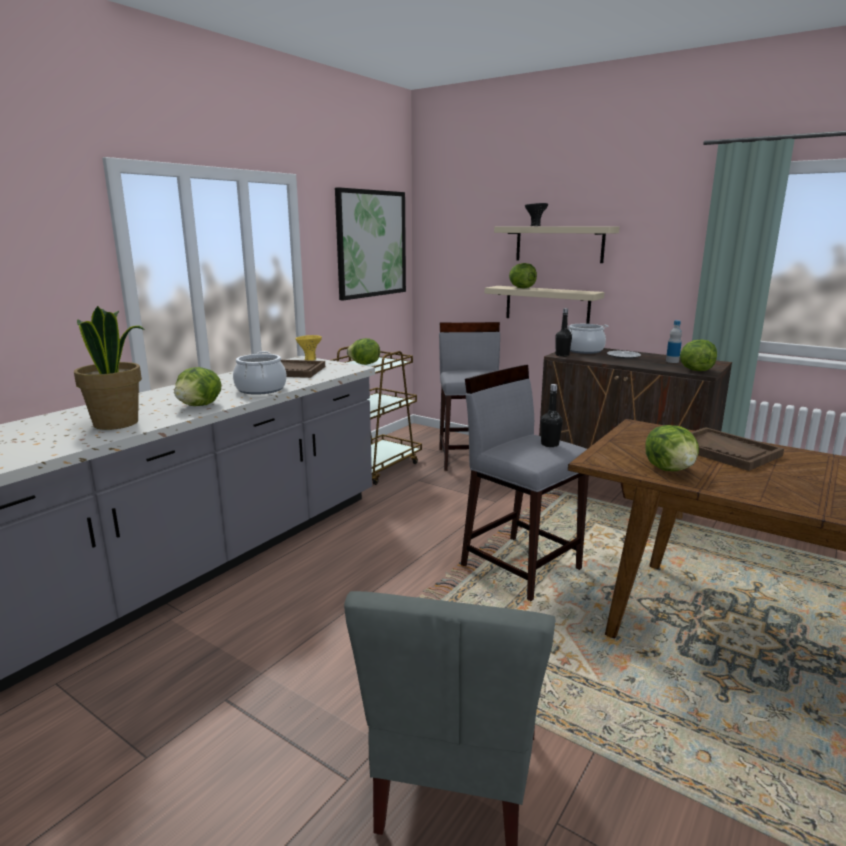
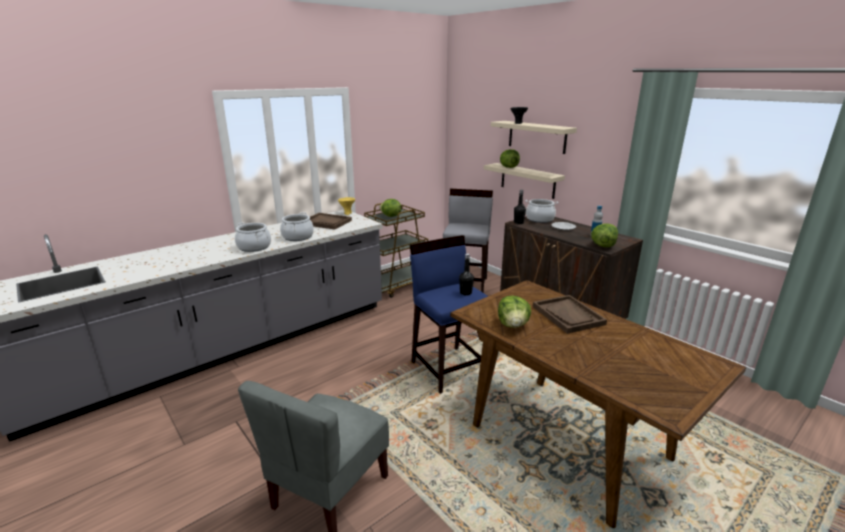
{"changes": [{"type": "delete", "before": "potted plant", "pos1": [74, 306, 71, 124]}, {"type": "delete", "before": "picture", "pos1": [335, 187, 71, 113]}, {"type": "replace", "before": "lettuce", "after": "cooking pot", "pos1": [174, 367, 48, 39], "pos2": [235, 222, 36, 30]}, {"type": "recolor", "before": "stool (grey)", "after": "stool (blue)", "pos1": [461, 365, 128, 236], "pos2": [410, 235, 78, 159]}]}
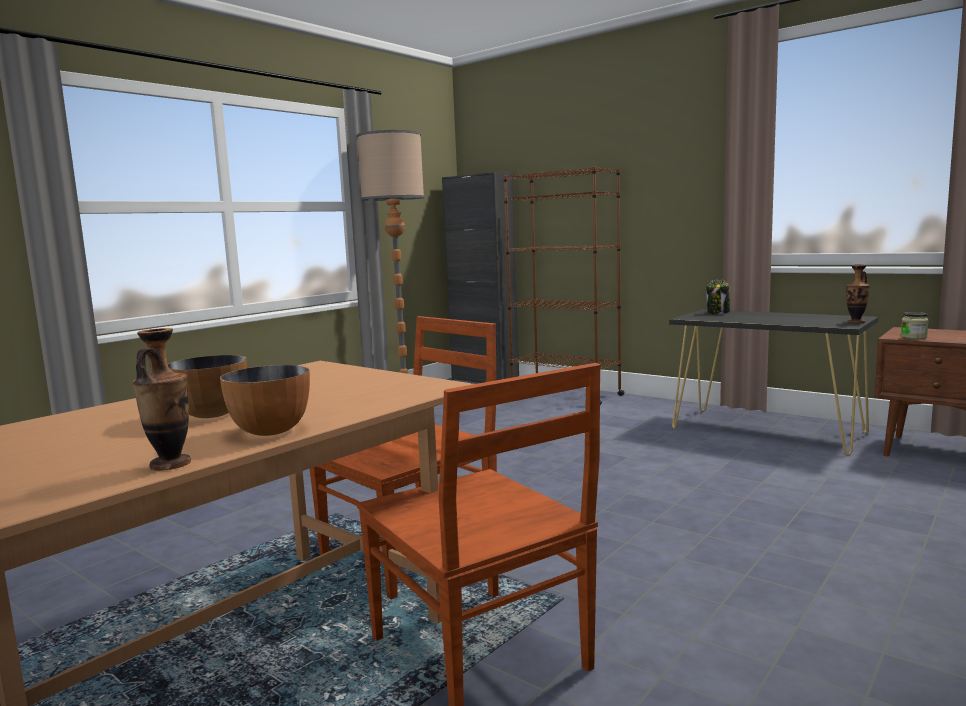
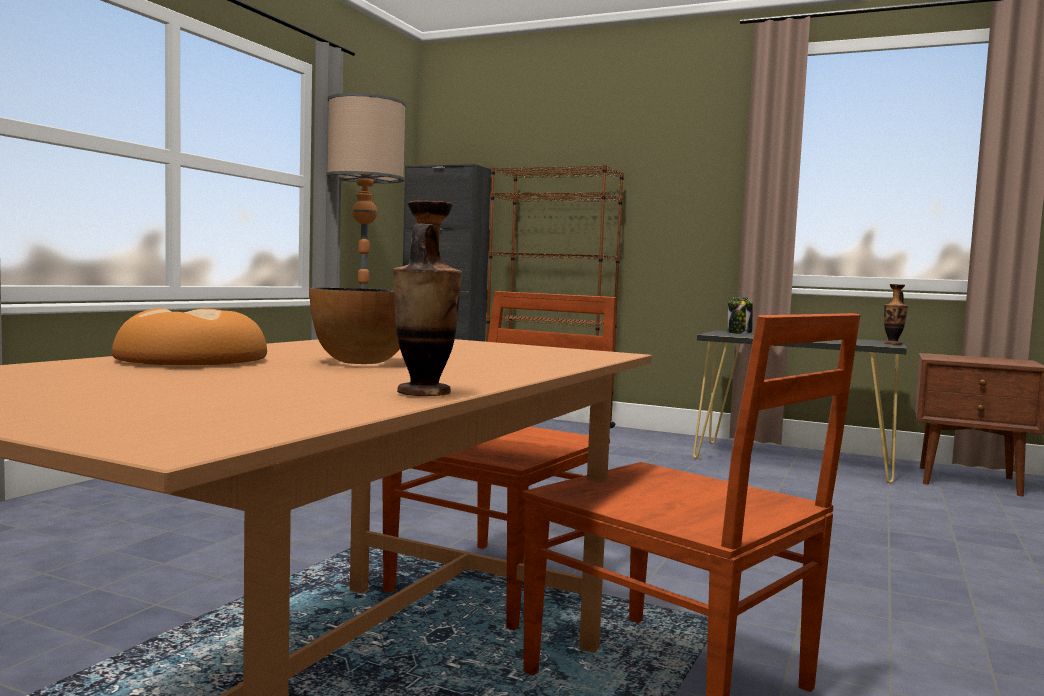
{"changes": [{"type": "delete", "before": "bowl", "pos1": [220, 365, 90, 71]}, {"type": "delete", "before": "jar", "pos1": [901, 312, 28, 27]}, {"type": "insert", "after": "bread", "pos2": [112, 308, 155, 57]}]}
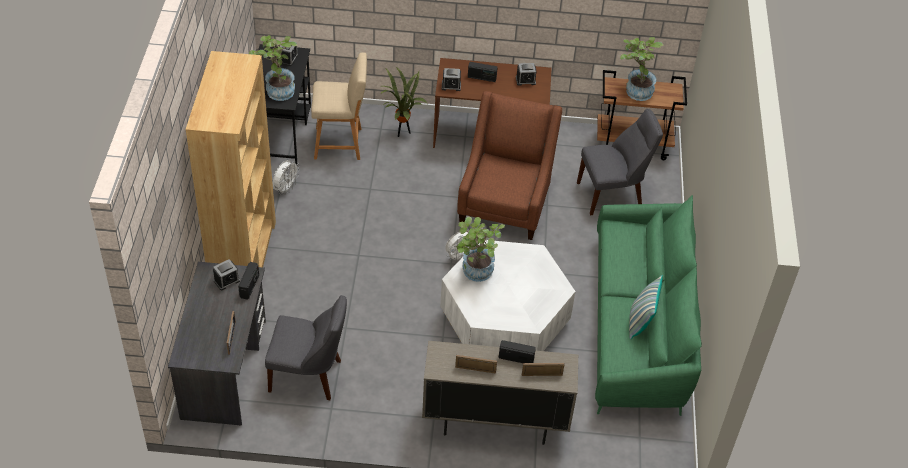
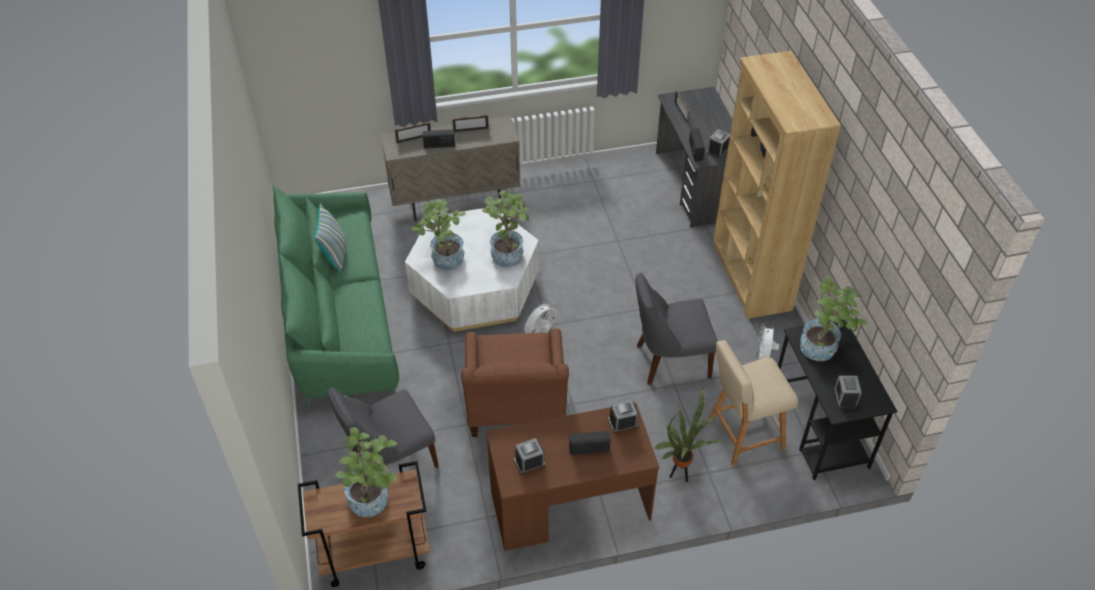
{"changes": [{"type": "insert", "after": "potted plant", "pos2": [411, 199, 55, 71]}, {"type": "move", "before": "chair (grey)", "pos1": [265, 295, 82, 105], "pos2": [636, 273, 82, 112]}]}
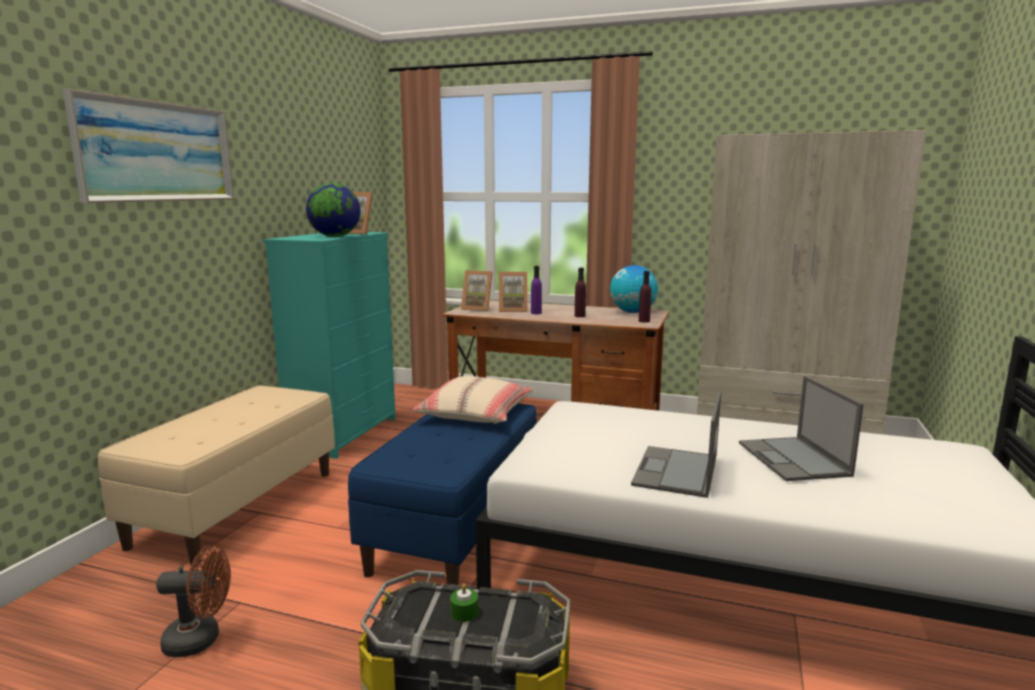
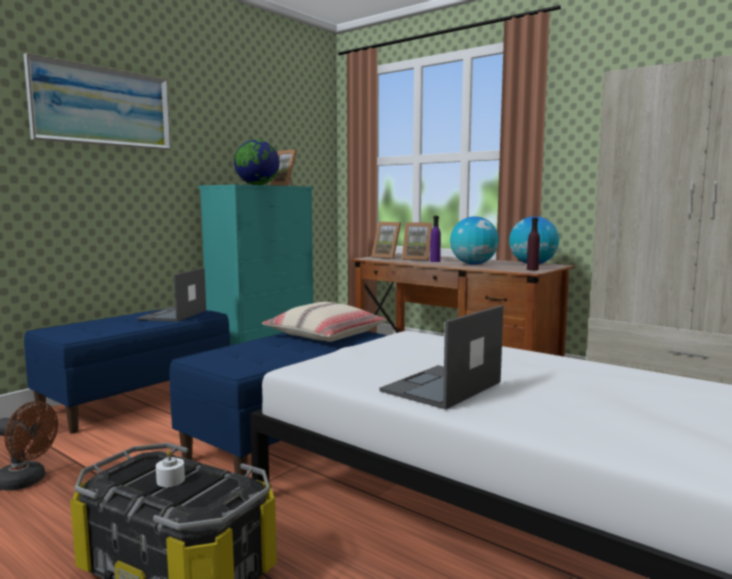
{"changes": [{"type": "move", "before": "laptop", "pos1": [739, 376, 125, 105], "pos2": [137, 268, 69, 54]}, {"type": "replace", "before": "bottle (purple)", "after": "globe", "pos1": [575, 268, 11, 49], "pos2": [450, 216, 49, 49]}, {"type": "recolor", "before": "bench (beige)", "after": "bench (blue)", "pos1": [98, 385, 237, 181], "pos2": [24, 309, 206, 125]}, {"type": "recolor", "before": "candle (green)", "after": "candle (white)", "pos1": [450, 583, 28, 39], "pos2": [156, 450, 29, 37]}]}
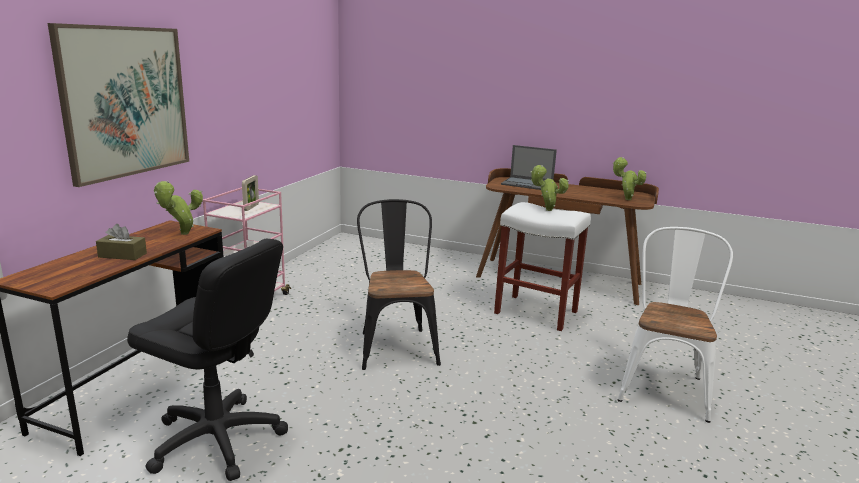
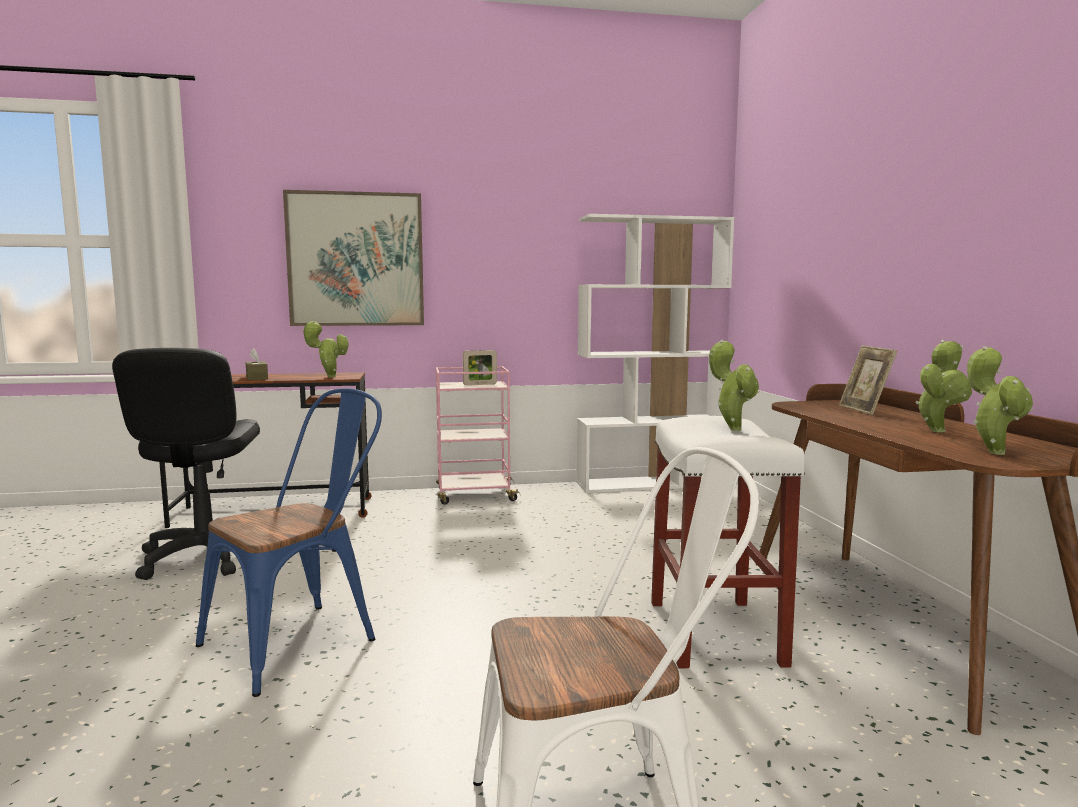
{"changes": [{"type": "delete", "before": "chair (black)", "pos1": [357, 199, 84, 171]}, {"type": "insert", "after": "chair (blue)", "pos2": [196, 388, 186, 309]}, {"type": "insert", "after": "bookcase (white)", "pos2": [577, 214, 157, 279]}, {"type": "insert", "after": "potted plant", "pos2": [916, 340, 56, 93]}, {"type": "replace", "before": "laptop", "after": "picture frame", "pos1": [501, 145, 56, 45], "pos2": [839, 345, 58, 70]}]}
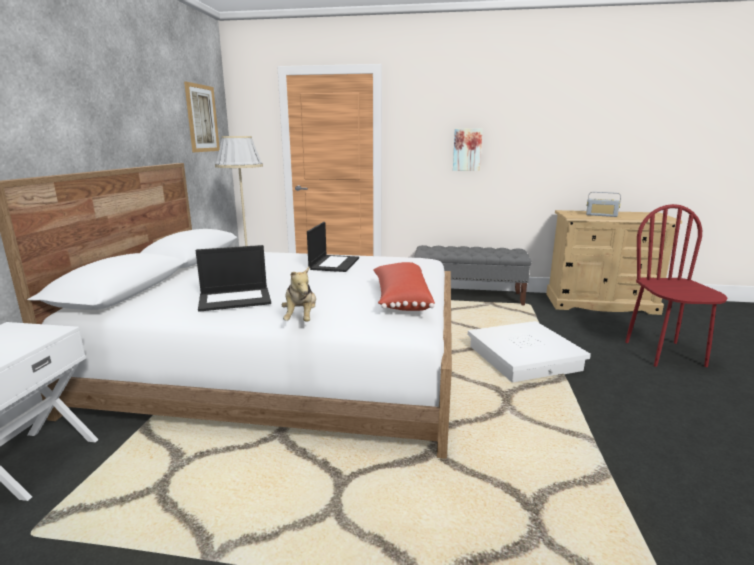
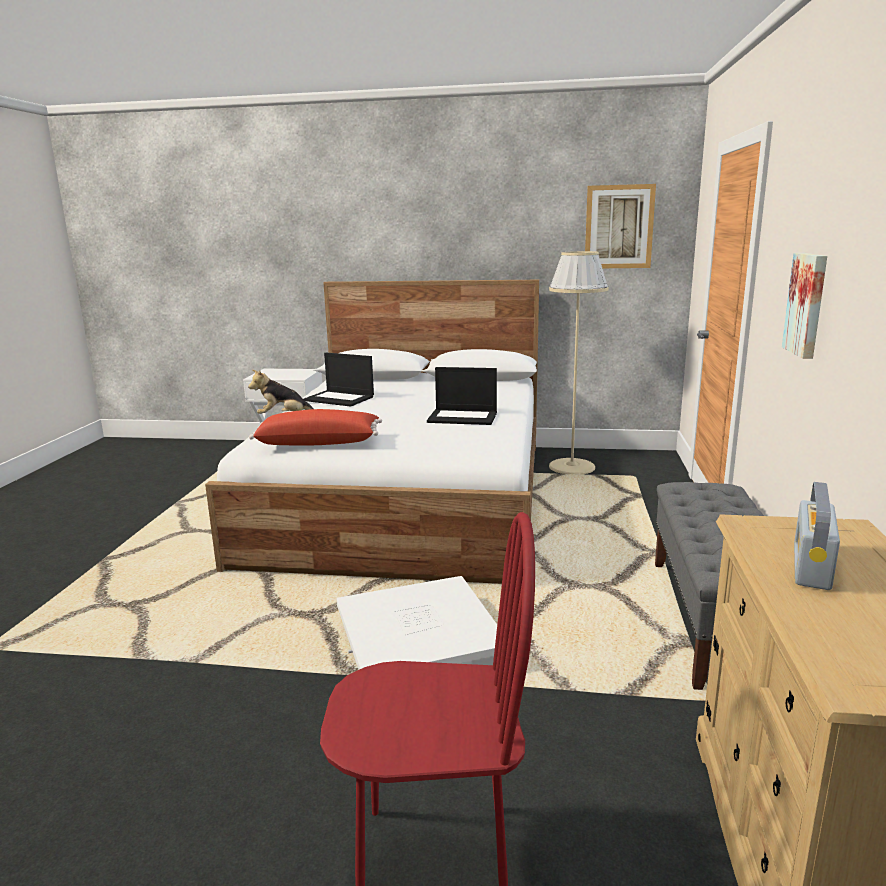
{"changes": [{"type": "rotate", "before": "laptop", "pos1": [196, 245, 75, 67], "pos2": [303, 353, 71, 54], "turn": -45}]}
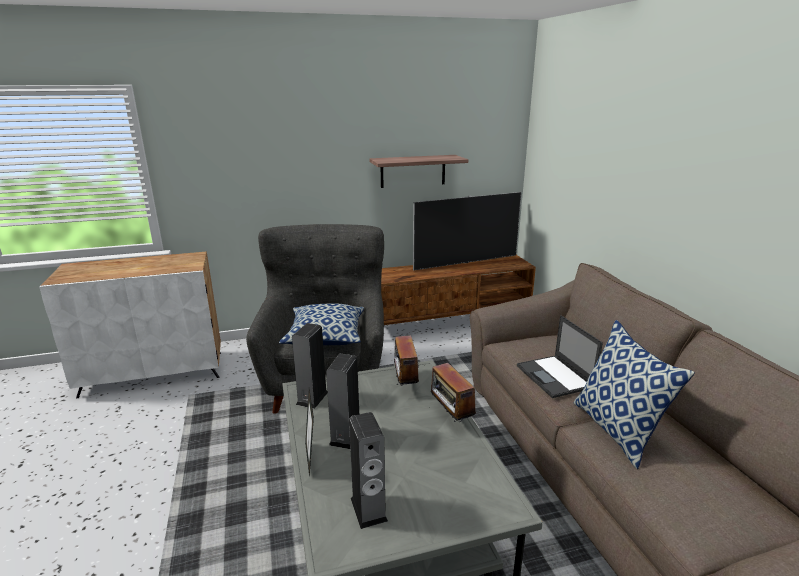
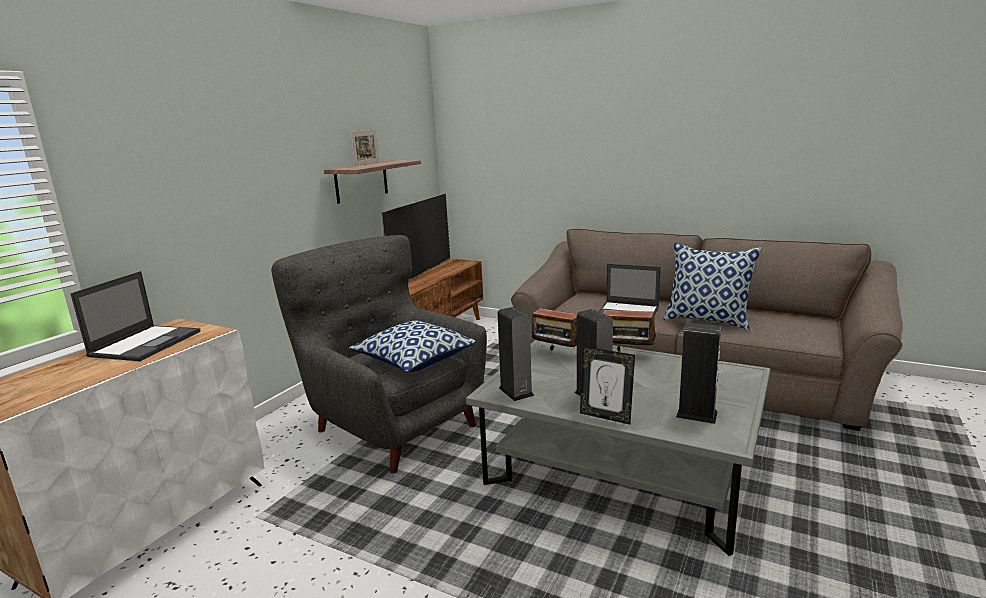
{"changes": [{"type": "insert", "after": "laptop", "pos2": [70, 271, 130, 90]}, {"type": "insert", "after": "picture frame", "pos2": [351, 130, 28, 37]}]}
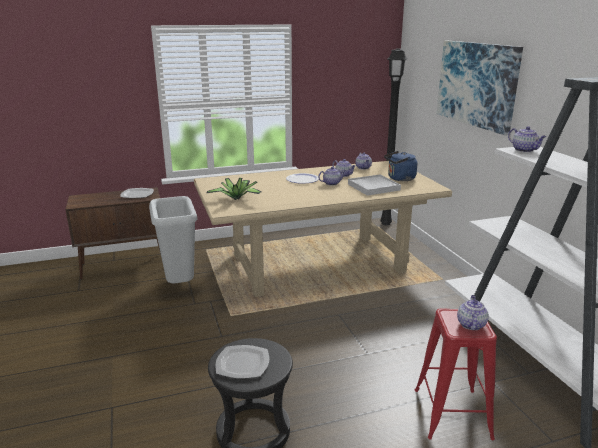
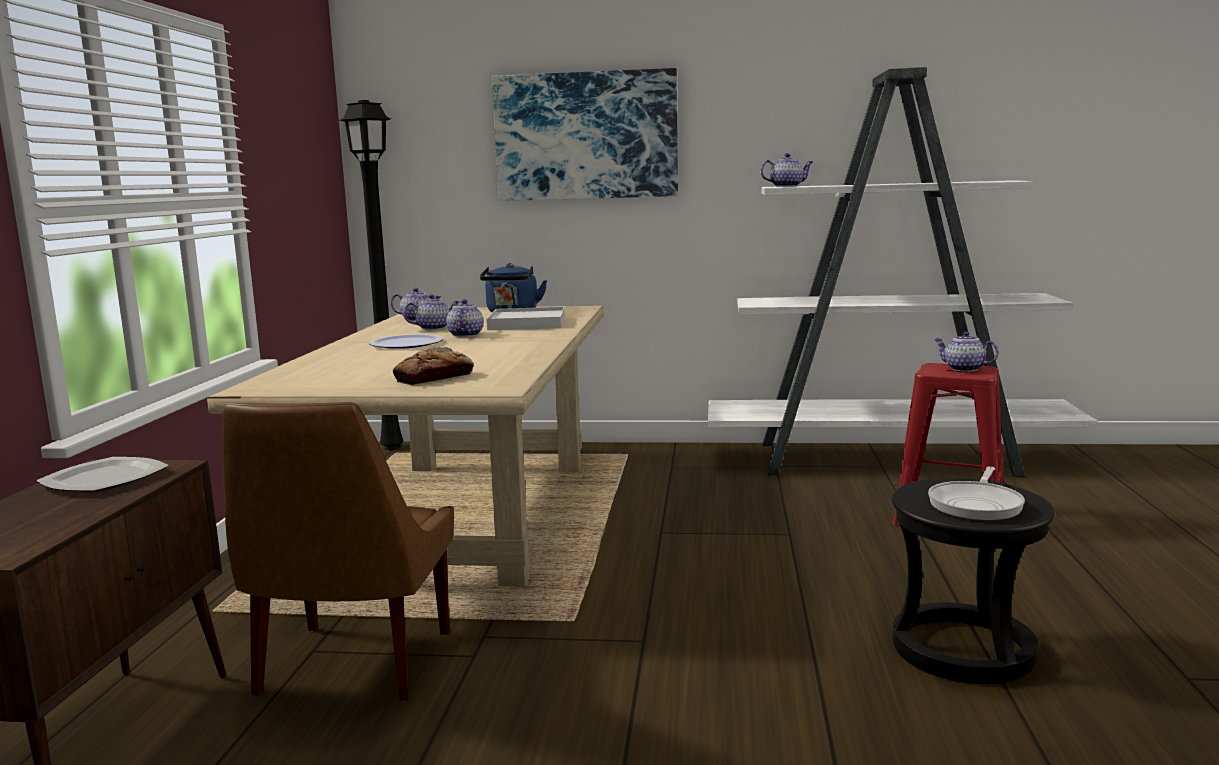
{"changes": [{"type": "replace", "before": "trash can (grey)", "after": "chair (brown)", "pos1": [149, 196, 48, 88], "pos2": [222, 402, 232, 300]}, {"type": "replace", "before": "potted plant", "after": "bread", "pos1": [207, 178, 55, 22], "pos2": [393, 347, 81, 38]}, {"type": "replace", "before": "plate", "after": "frying pan", "pos1": [215, 345, 54, 33], "pos2": [928, 467, 97, 54]}]}
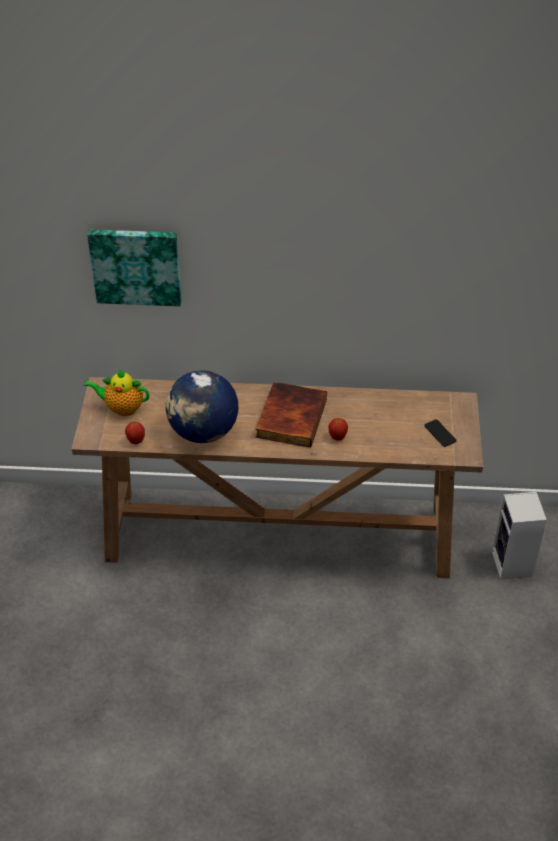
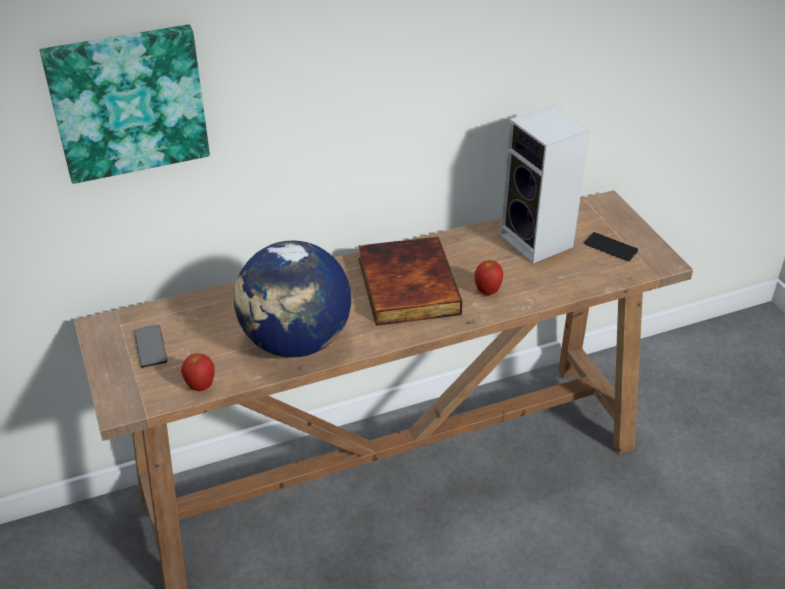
{"changes": [{"type": "move", "before": "speaker", "pos1": [492, 492, 55, 87], "pos2": [500, 105, 90, 159]}, {"type": "replace", "before": "teapot", "after": "phone", "pos1": [84, 369, 65, 47], "pos2": [134, 325, 33, 43]}]}
